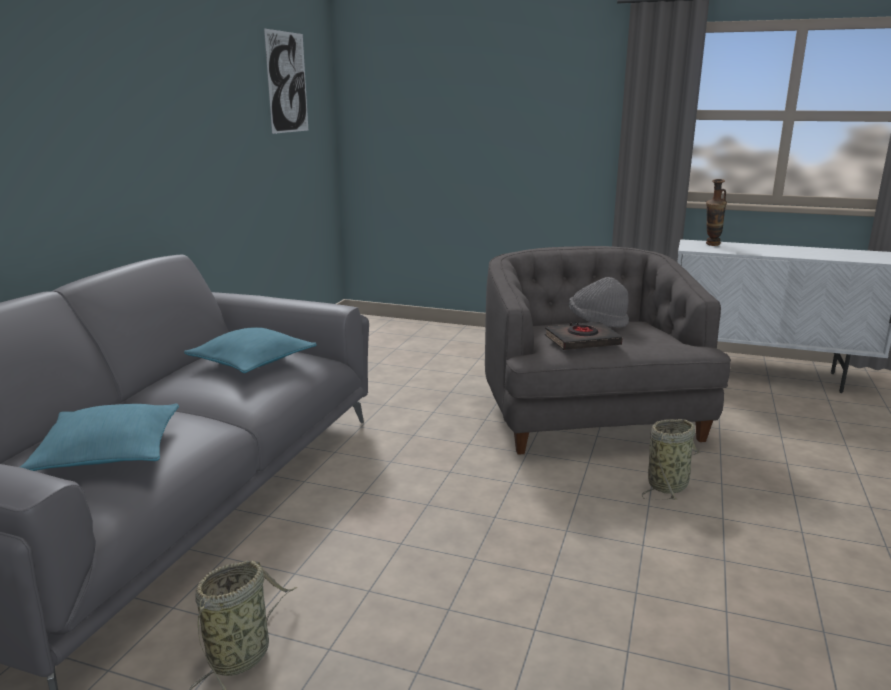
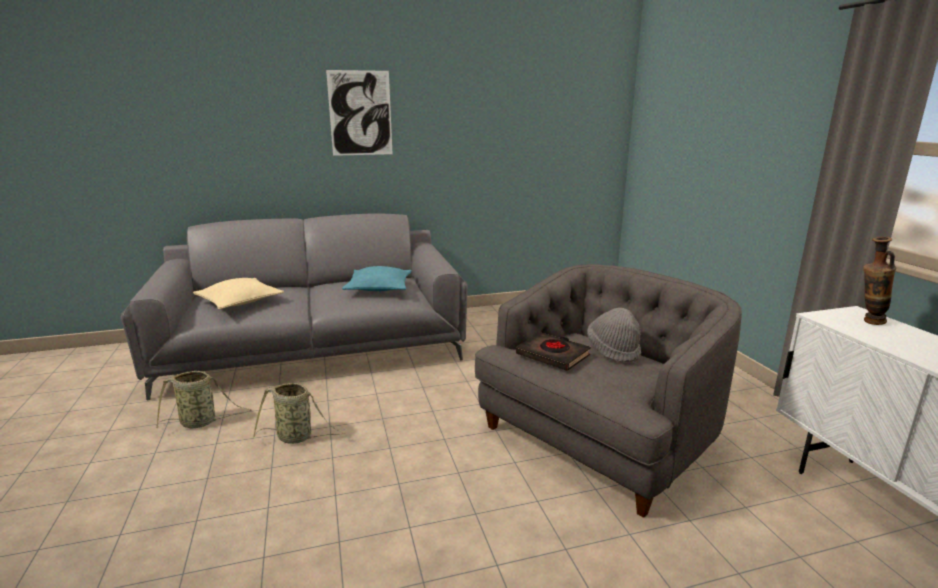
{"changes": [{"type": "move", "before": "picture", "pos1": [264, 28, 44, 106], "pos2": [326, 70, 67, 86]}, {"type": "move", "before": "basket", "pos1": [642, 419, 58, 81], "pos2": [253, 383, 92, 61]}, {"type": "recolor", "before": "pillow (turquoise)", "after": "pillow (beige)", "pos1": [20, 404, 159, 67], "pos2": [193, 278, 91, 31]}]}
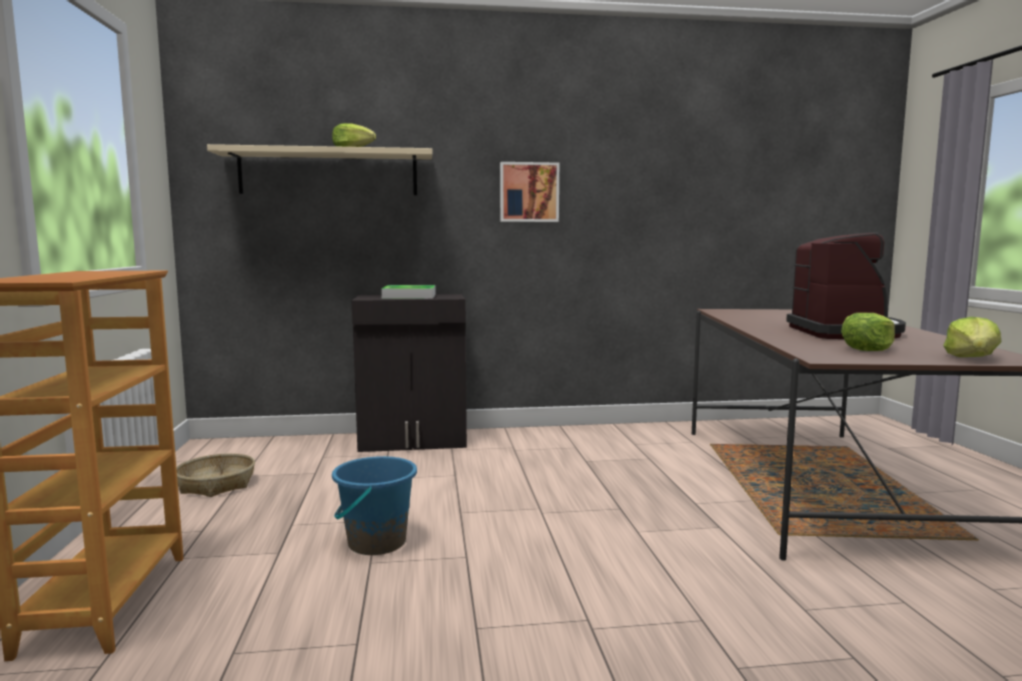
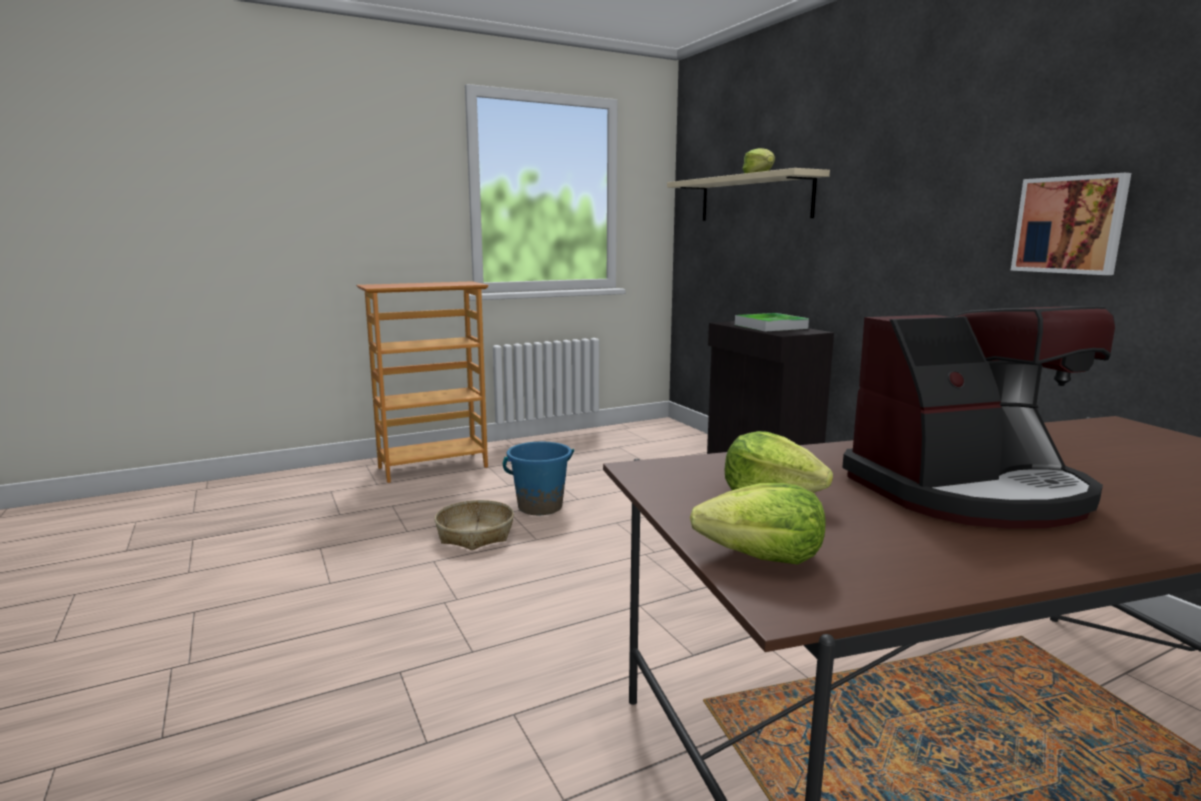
{"changes": [{"type": "move", "before": "basket", "pos1": [176, 453, 79, 44], "pos2": [435, 500, 79, 50]}, {"type": "move", "before": "picture", "pos1": [500, 162, 59, 60], "pos2": [1011, 173, 120, 102]}]}
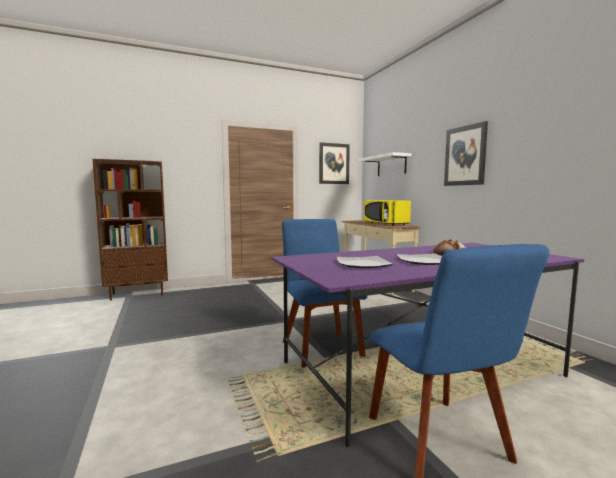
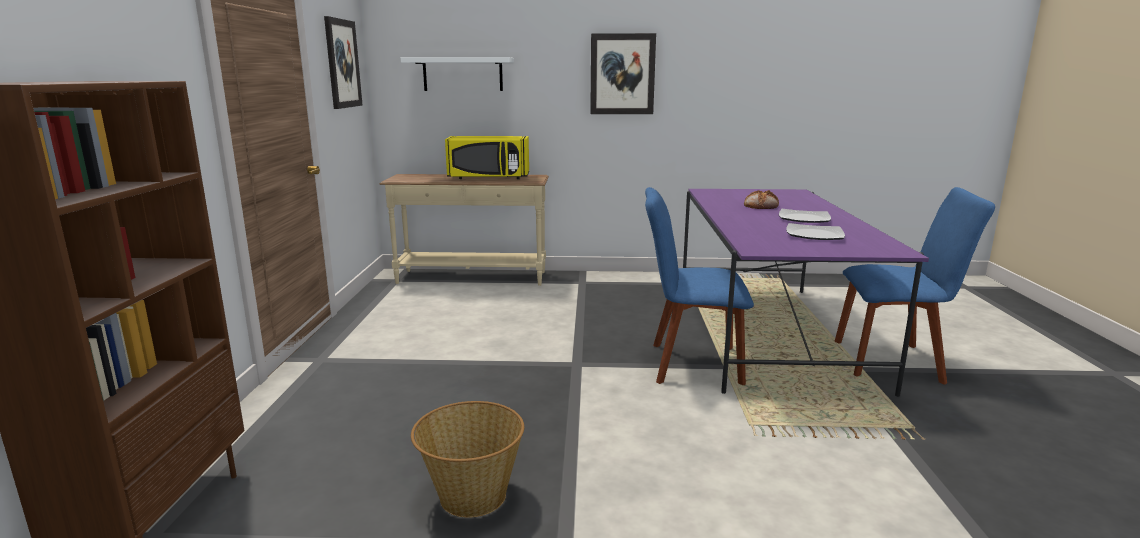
{"changes": [{"type": "insert", "after": "basket", "pos2": [411, 401, 113, 117]}]}
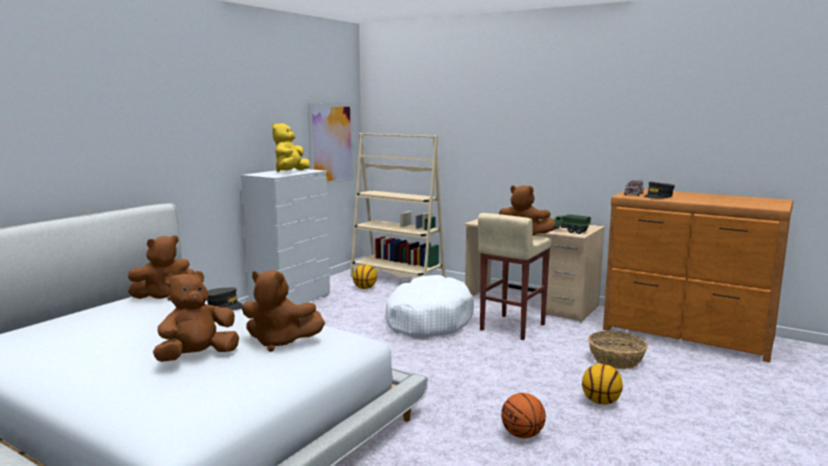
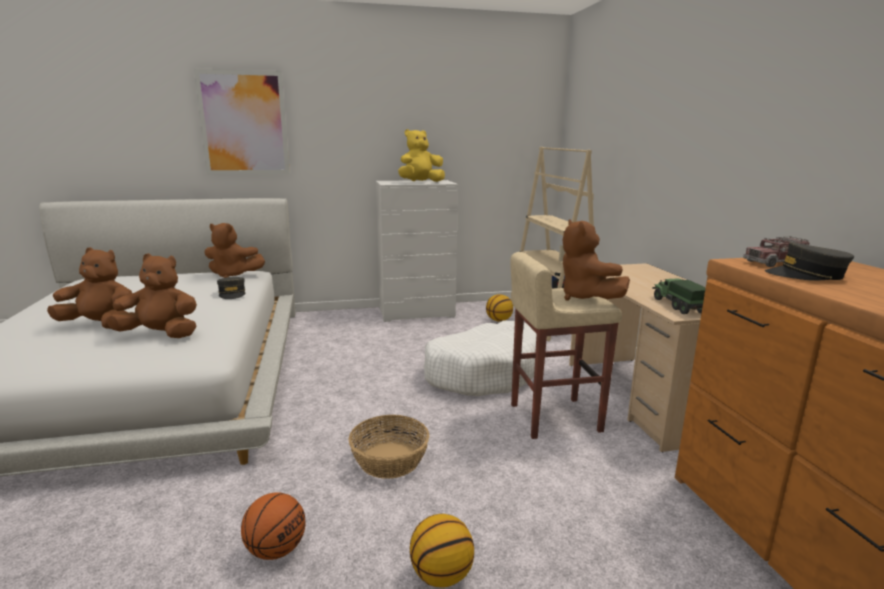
{"changes": [{"type": "move", "before": "picture", "pos1": [307, 103, 47, 82], "pos2": [194, 69, 96, 106]}, {"type": "move", "before": "basket", "pos1": [588, 331, 60, 38], "pos2": [349, 415, 81, 64]}, {"type": "rotate", "before": "plush toy (brown)", "pos1": [242, 270, 83, 82], "pos2": [106, 253, 91, 85], "turn": 120}]}
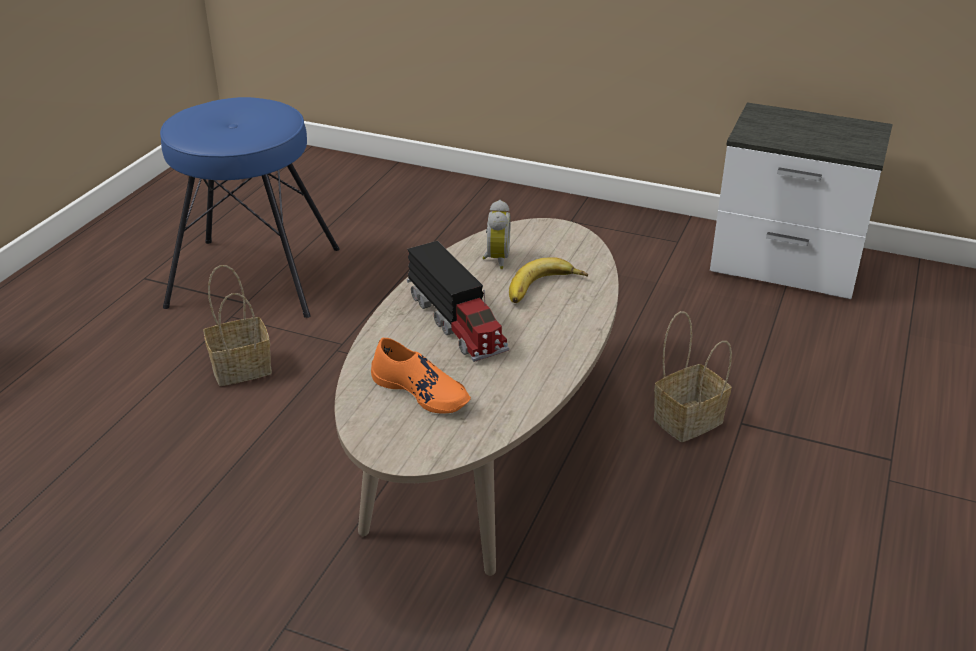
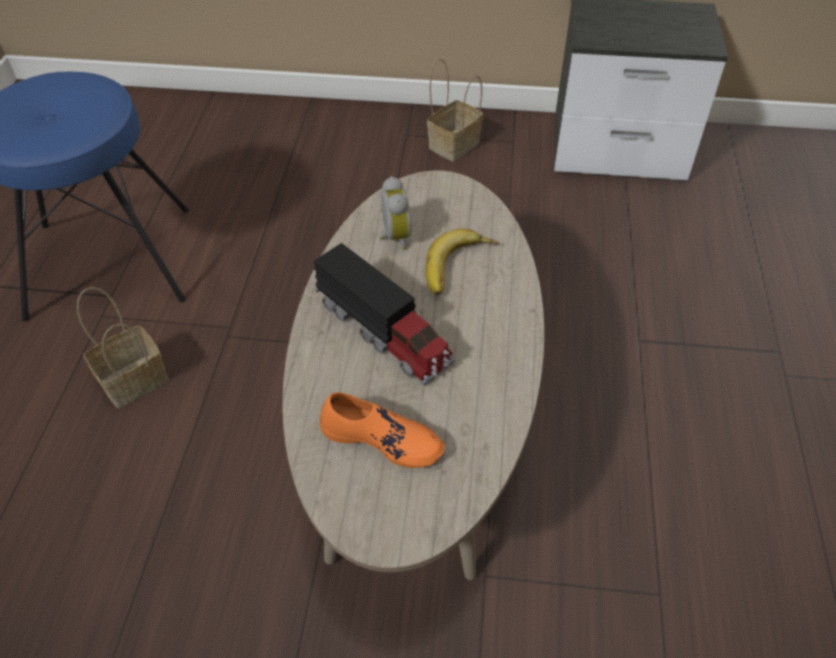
{"changes": [{"type": "move", "before": "basket", "pos1": [654, 311, 78, 131], "pos2": [427, 59, 56, 102]}]}
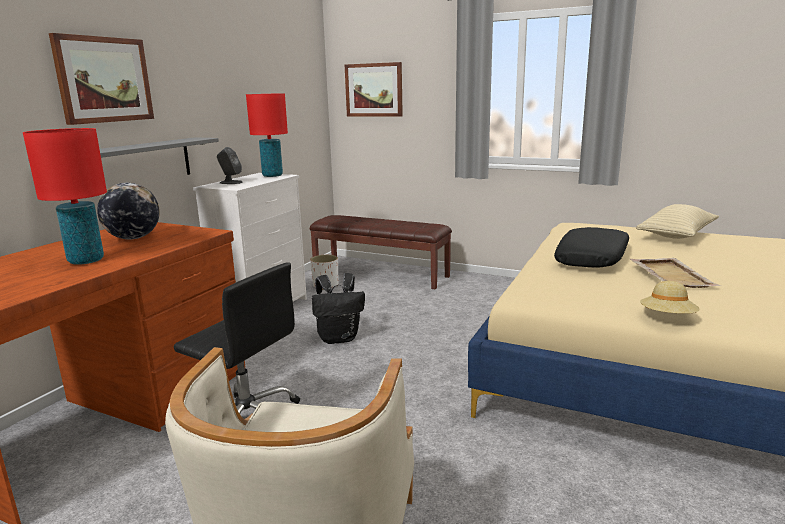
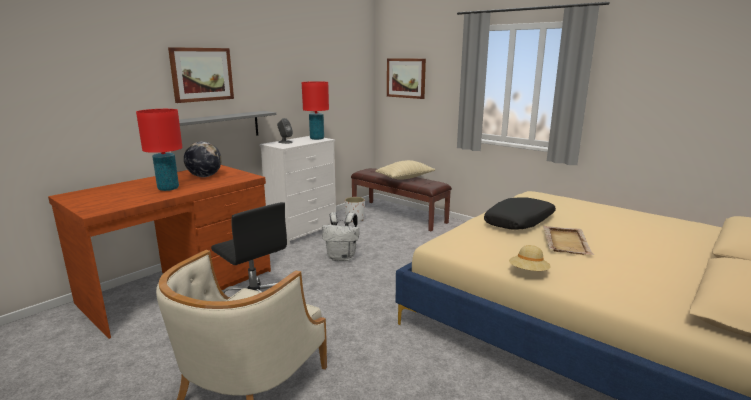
{"changes": [{"type": "move", "before": "pillow (beige)", "pos1": [636, 204, 83, 35], "pos2": [376, 160, 60, 20]}, {"type": "recolor", "before": "backpack (black)", "after": "backpack (white)", "pos1": [312, 273, 53, 71], "pos2": [322, 212, 37, 49]}]}
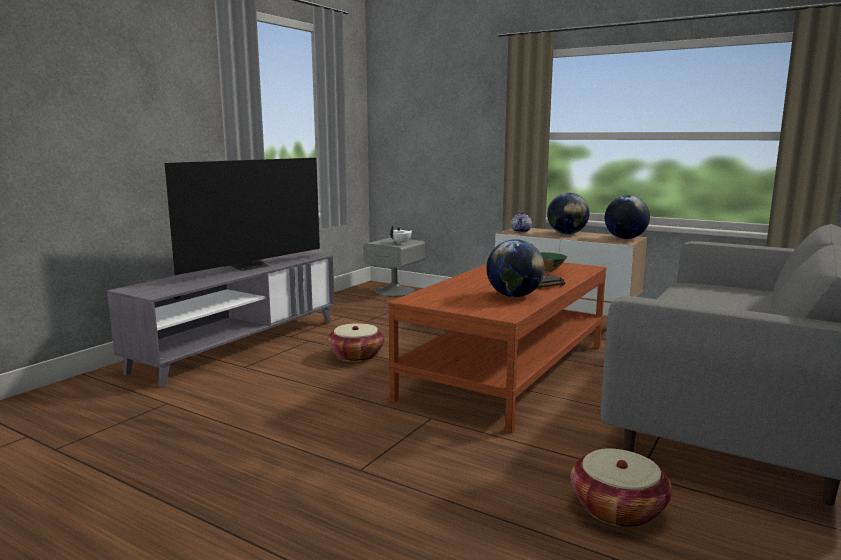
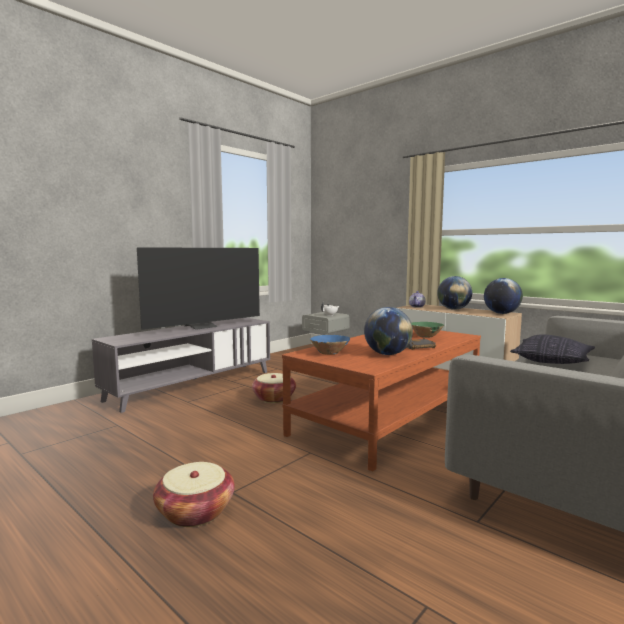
{"changes": [{"type": "insert", "after": "bowl (blue)", "pos2": [310, 335, 40, 20]}, {"type": "insert", "after": "pillow", "pos2": [510, 334, 85, 30]}, {"type": "move", "before": "basket", "pos1": [570, 448, 102, 79], "pos2": [153, 462, 82, 65]}]}
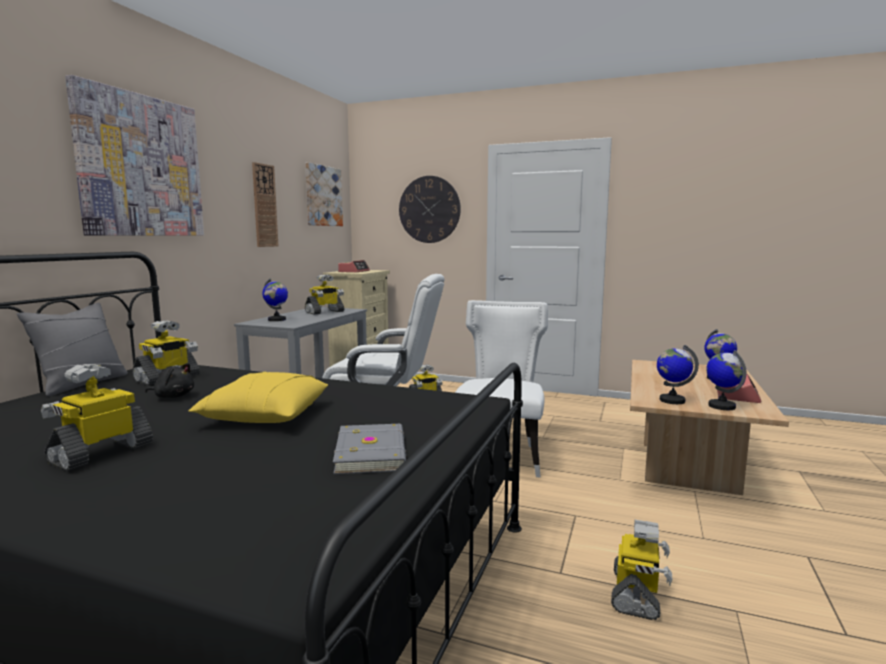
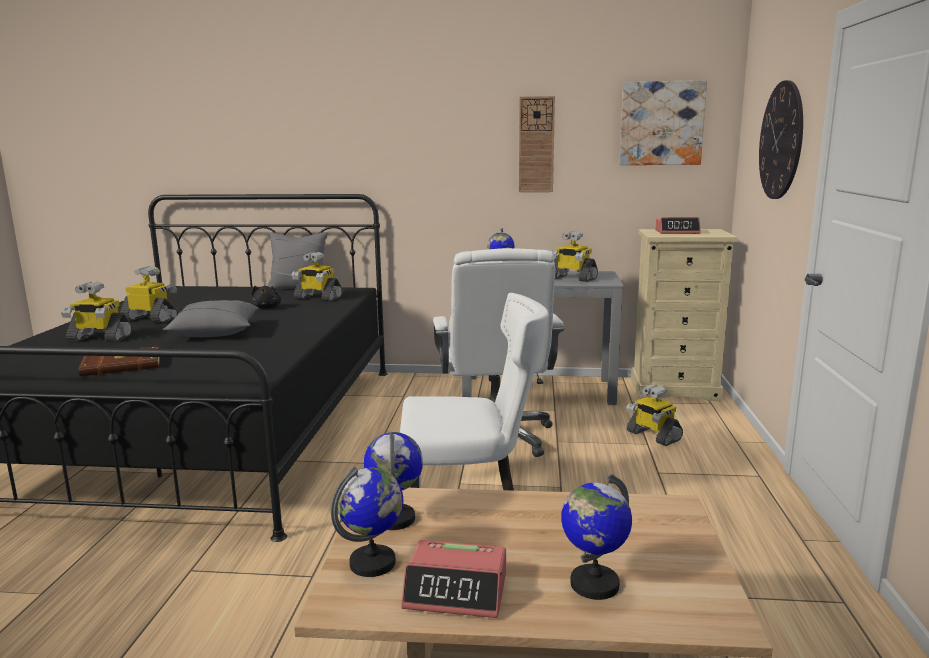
{"changes": [{"type": "delete", "before": "picture", "pos1": [65, 75, 139, 161]}, {"type": "move", "before": "toy robot", "pos1": [611, 520, 62, 100], "pos2": [61, 282, 71, 60]}, {"type": "recolor", "before": "pillow (yellow)", "after": "pillow (grey)", "pos1": [188, 371, 140, 52], "pos2": [163, 300, 96, 37]}, {"type": "recolor", "before": "book (grey)", "after": "book (brown)", "pos1": [333, 424, 73, 50], "pos2": [78, 347, 82, 30]}]}
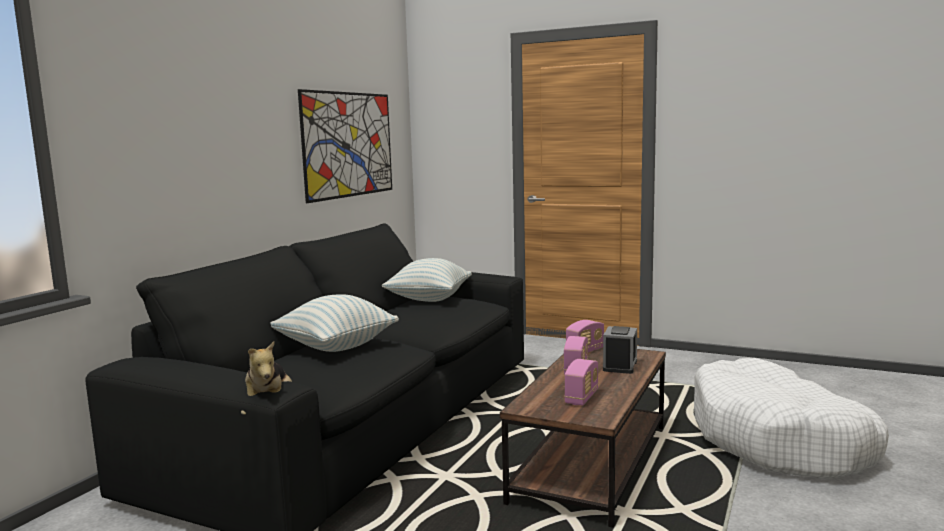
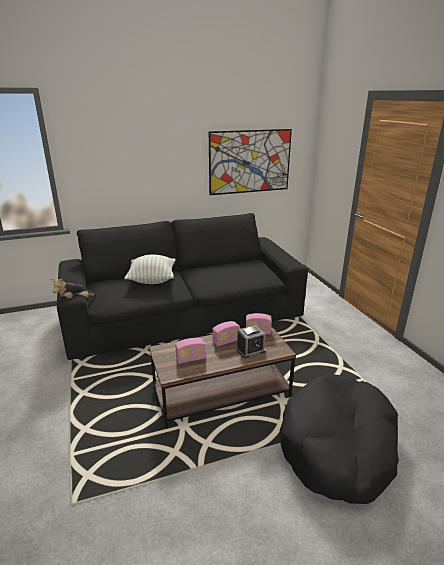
{"changes": [{"type": "delete", "before": "pillow", "pos1": [382, 258, 90, 44]}, {"type": "recolor", "before": "dog bed (white)", "after": "dog bed (black)", "pos1": [694, 358, 195, 121], "pos2": [280, 374, 119, 130]}]}
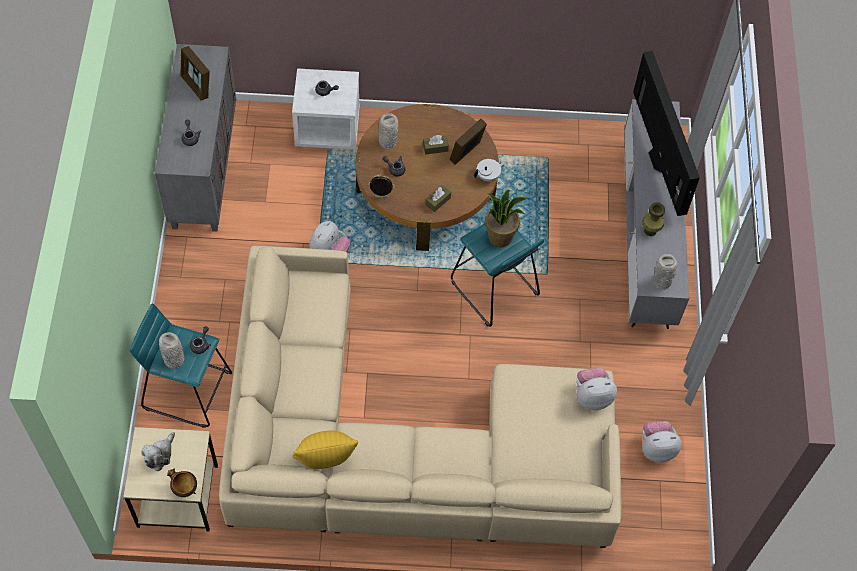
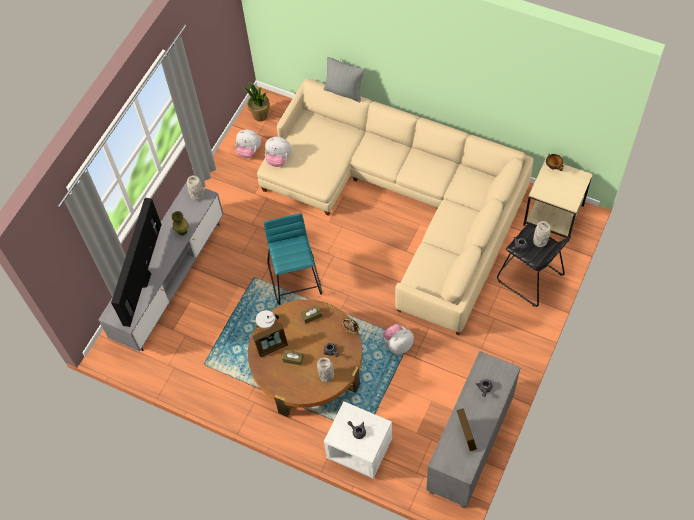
{"changes": [{"type": "delete", "before": "plush toy", "pos1": [141, 432, 34, 39]}, {"type": "delete", "before": "pillow (yellow)", "pos1": [293, 431, 65, 38]}, {"type": "insert", "after": "pillow (grey)", "pos2": [324, 57, 40, 46]}, {"type": "move", "before": "potted plant", "pos1": [485, 189, 43, 58], "pos2": [242, 82, 28, 40]}, {"type": "recolor", "before": "stool (turquoise)", "after": "stool (black)", "pos1": [130, 304, 102, 124], "pos2": [497, 223, 74, 84]}]}
